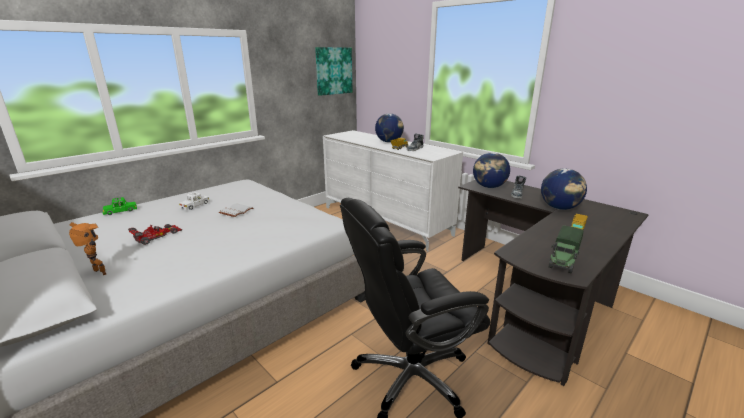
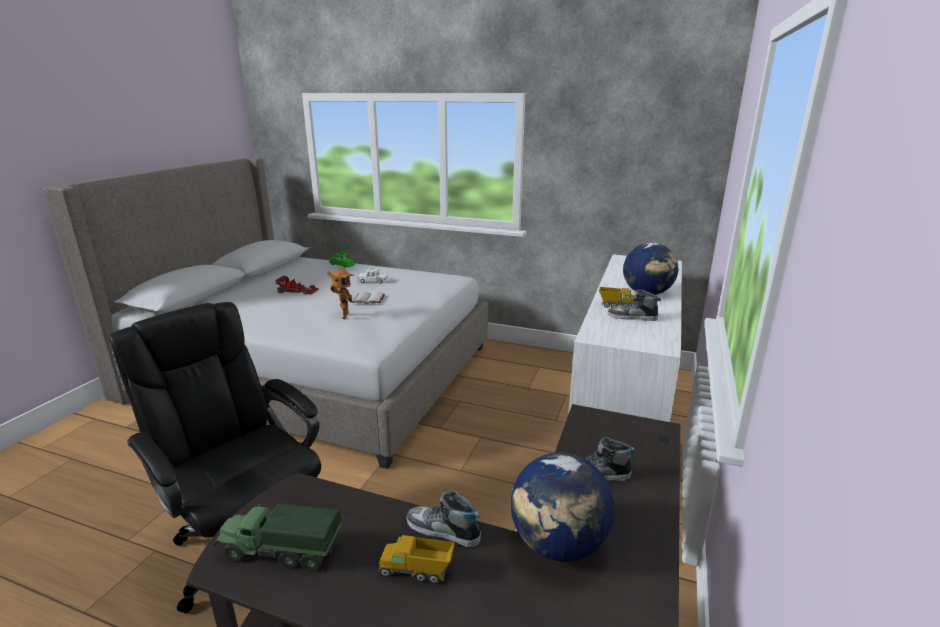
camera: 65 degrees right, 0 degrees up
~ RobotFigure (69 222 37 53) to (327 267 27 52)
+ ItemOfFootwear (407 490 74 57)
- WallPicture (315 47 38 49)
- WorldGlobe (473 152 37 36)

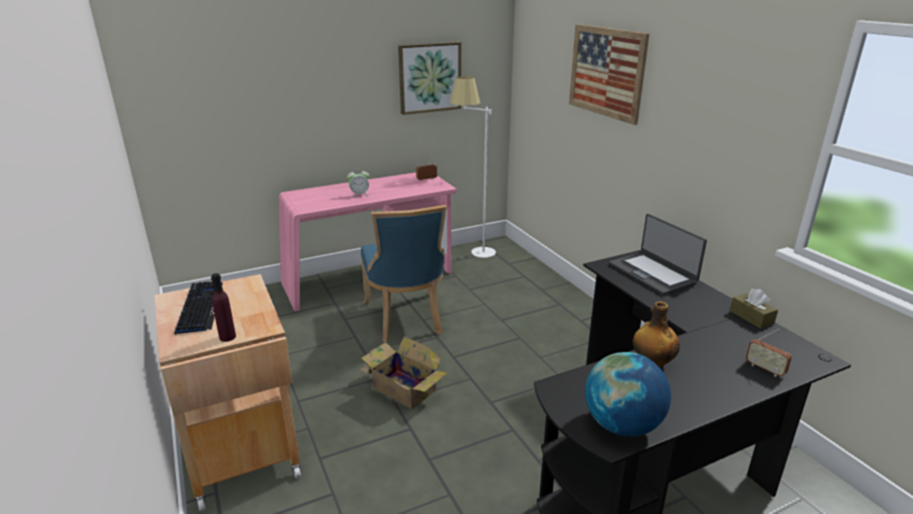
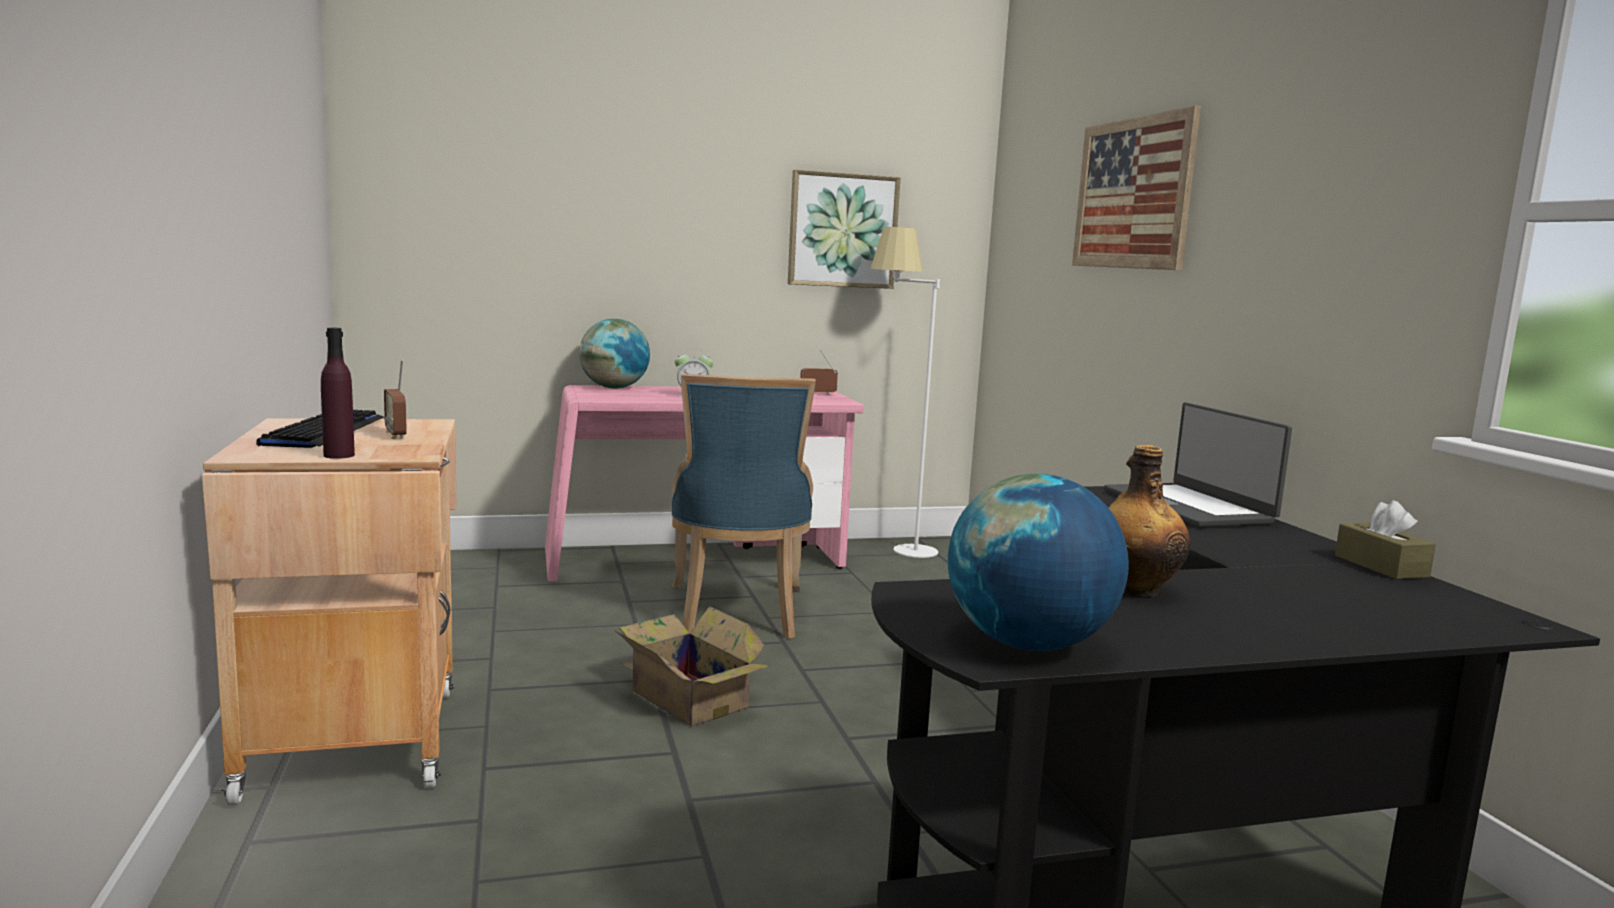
camera: 10 degrees right, 15 degrees down
~ Radio (746 329 46 48) to (384 360 23 79)
+ WorldGlobe (579 319 71 69)

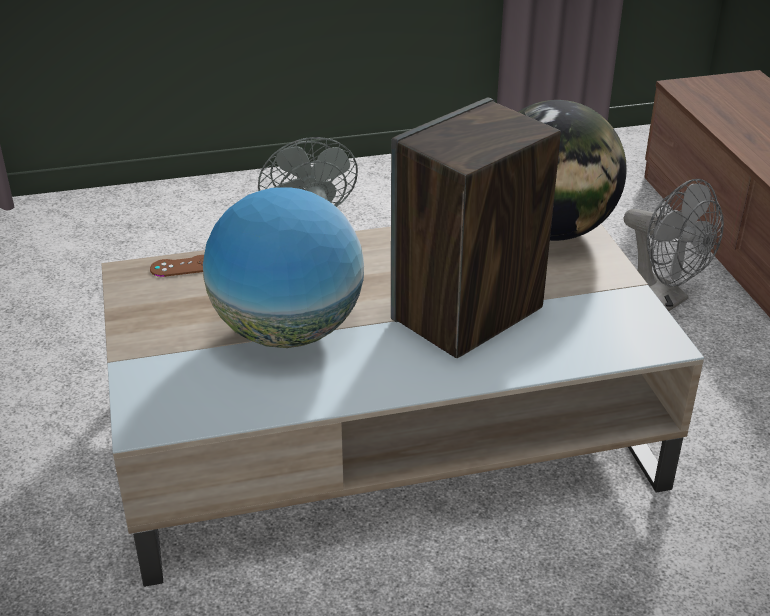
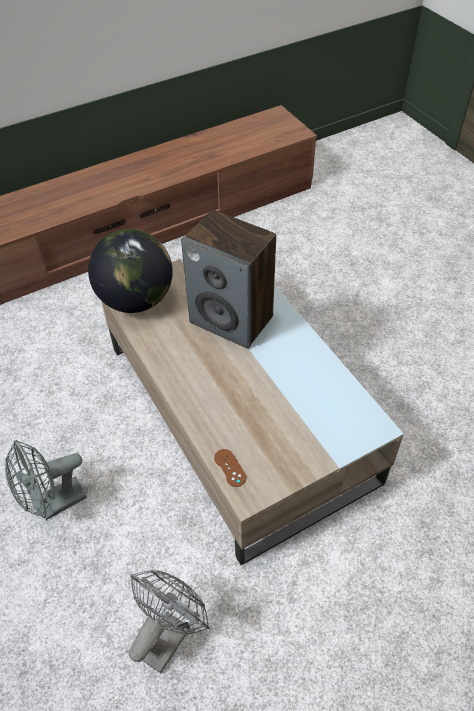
camera: 105 degrees left, 15 degrees up
~ GrayCoolingFan (624 179 100 132) to (129 570 80 103)
- WorldGlobe (203 187 161 161)

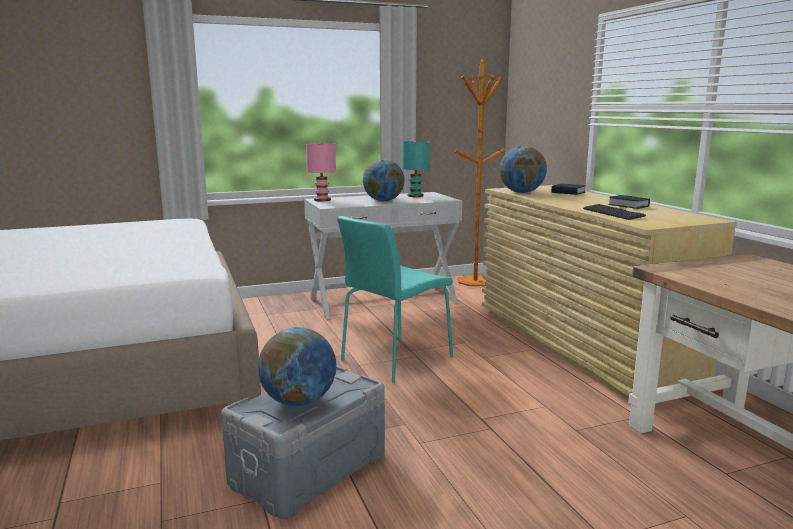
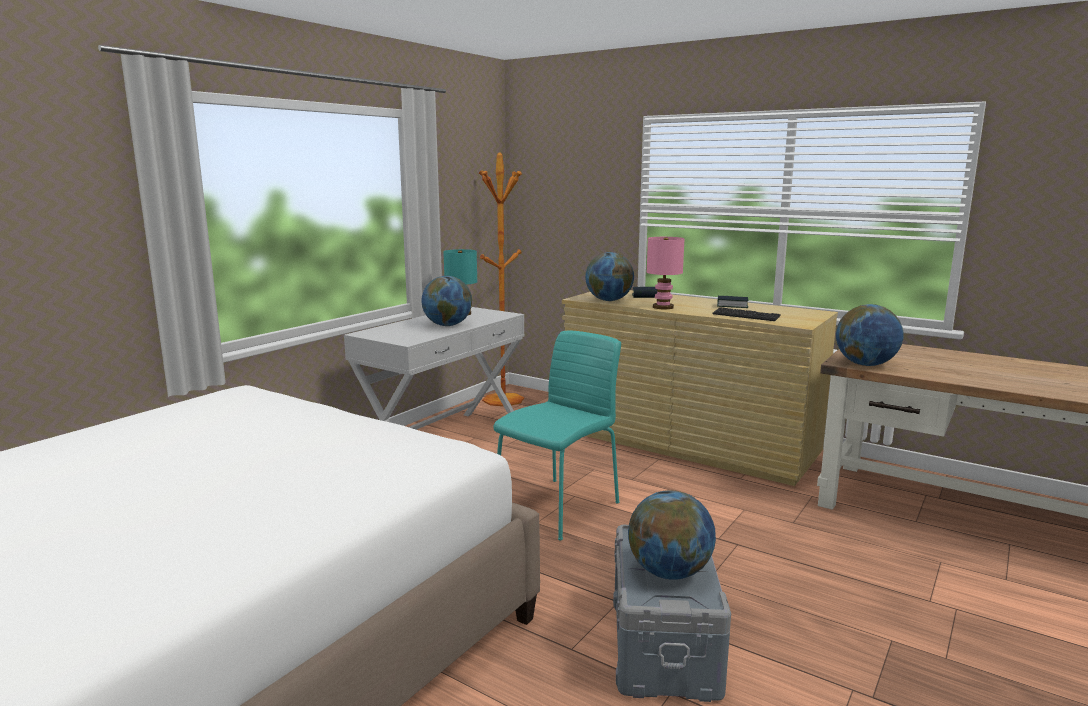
camera: 35 degrees left, 0 degrees up
~ TurquoiseUprightChair (337 216 116 167) = (493 331 128 210) 150 degrees counterclockwise
~ PinkColouredLampForATable (306 143 30 58) to (647 237 38 72)
+ WorldGlobe (836 304 68 62)

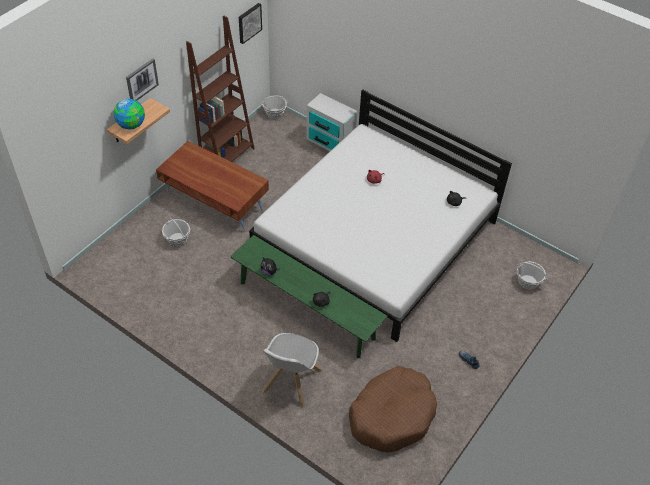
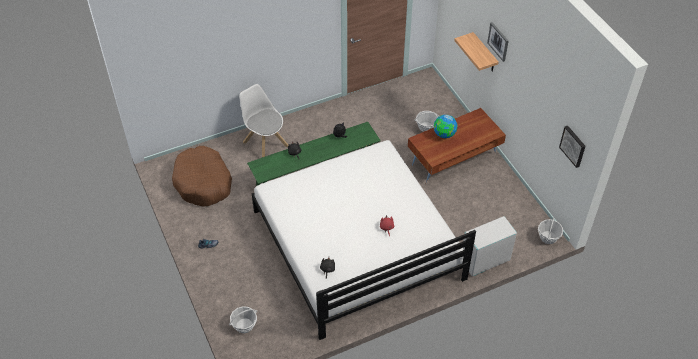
camera: 120 degrees right, 0 degrees up
~ WorldGlobe (113 99 32 30) to (434 115 24 23)
- BrownColouredBookshelf (186 15 69 147)

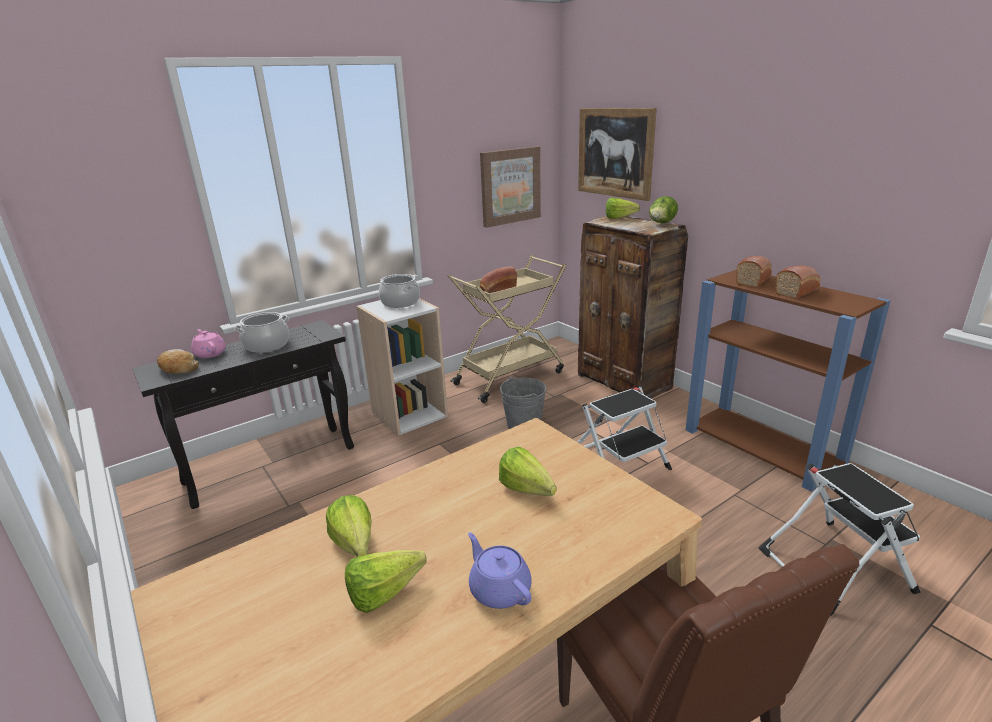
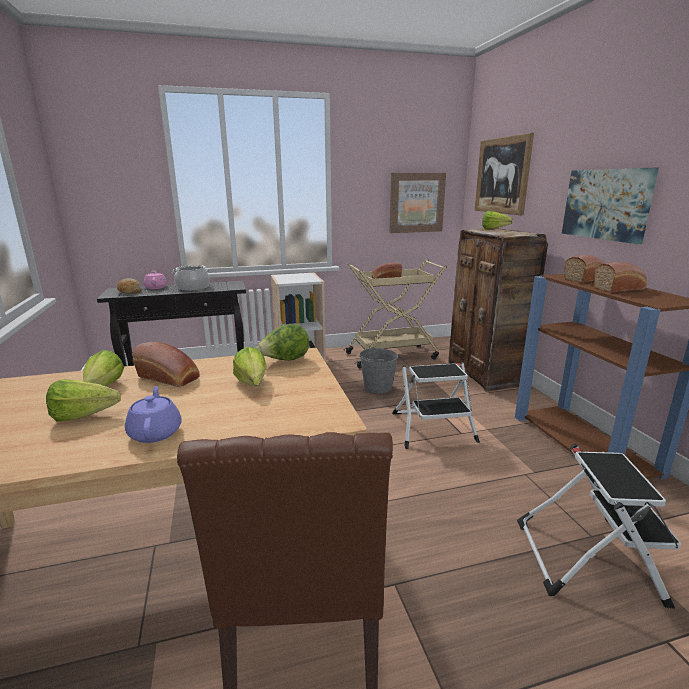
camera: 20 degrees right, 5 degrees down
+ BakedBread (132 342 68 45)
~ LettuceHead (649 196 29 27) to (256 324 53 37)
+ WallPicture (562 168 97 76)
- CookingPot (379 274 41 34)

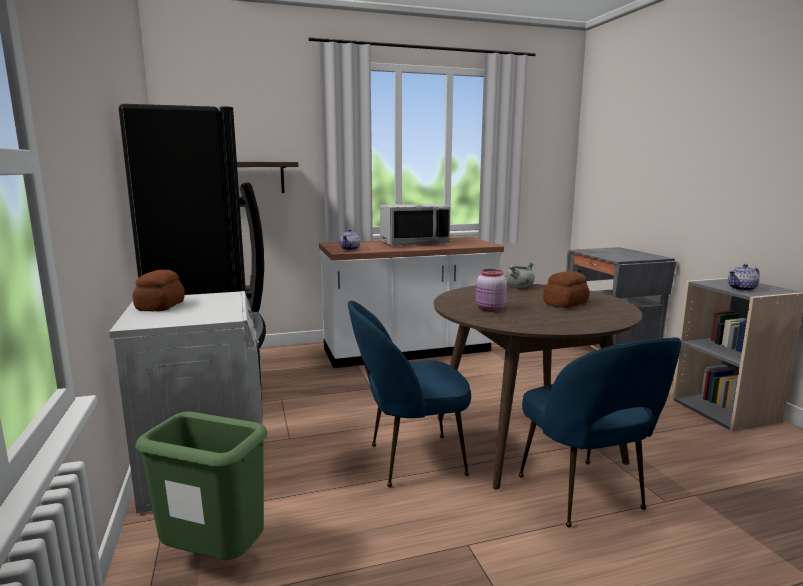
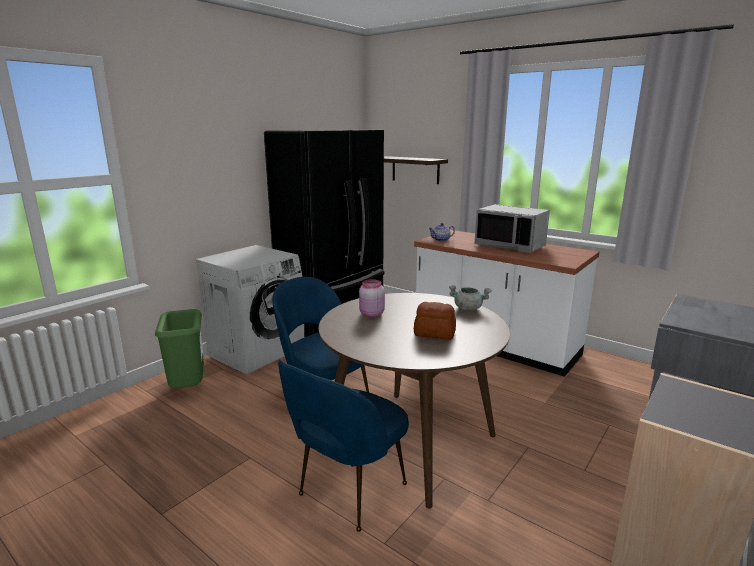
camera: 55 degrees right, 5 degrees up
- BakedBread (133 270 52 41)
- PotForTea (728 264 32 27)

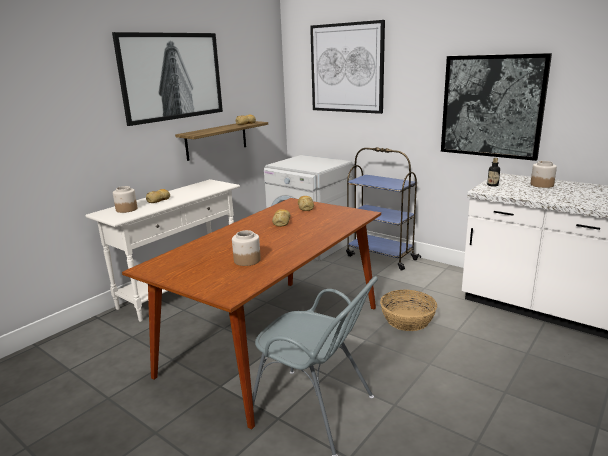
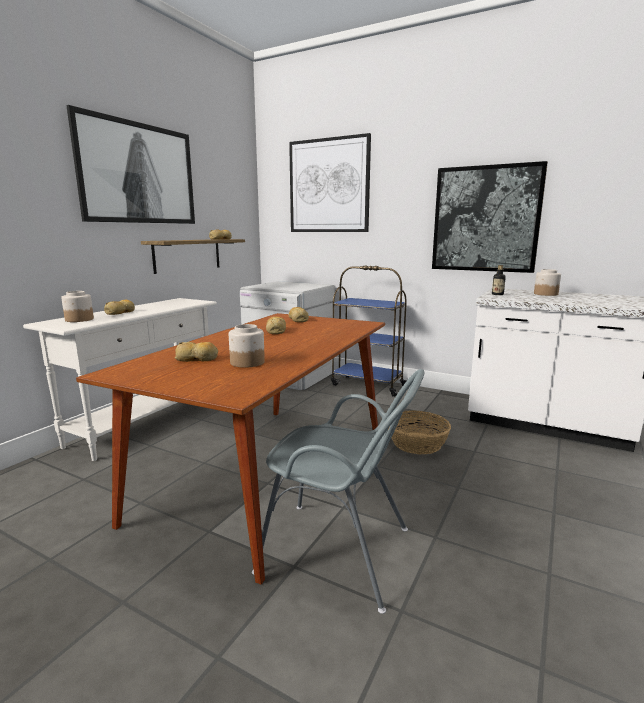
camera: 10 degrees left, 5 degrees down
+ BakedBread (175 342 43 20)

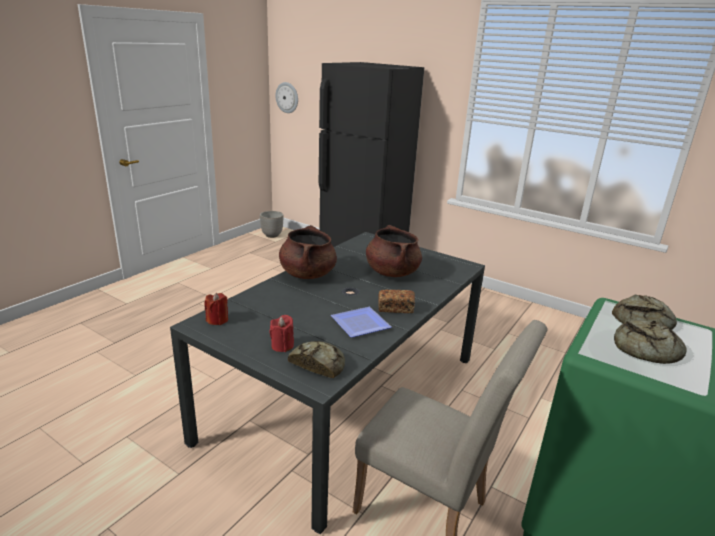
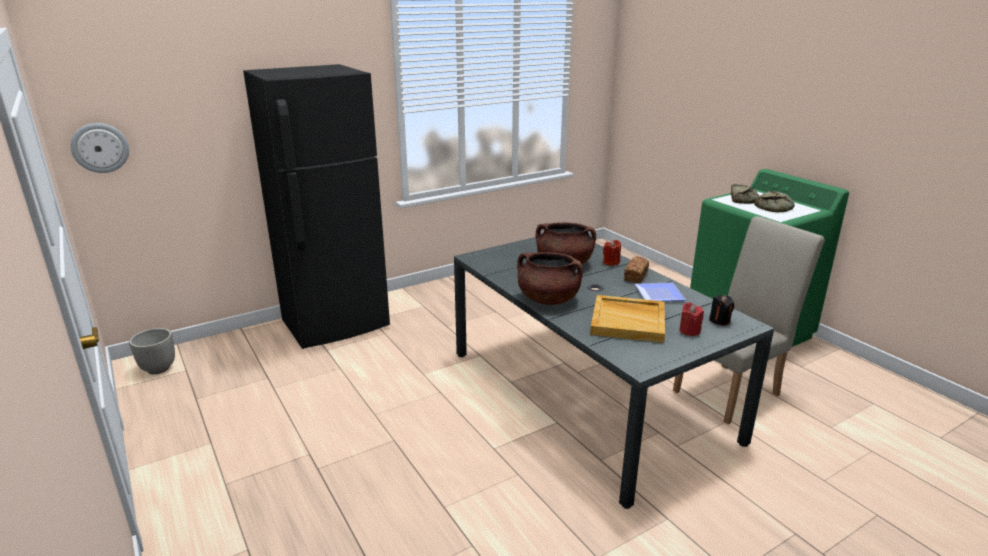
camera: 65 degrees left, 0 degrees up
+ SandColouredCarryingTray (590 295 75 48)
~ RedColouredWaxLight (204 293 24 32) to (603 240 18 26)
~ BakedBread (288 341 57 37) to BlackWaxLight (709 295 25 30)

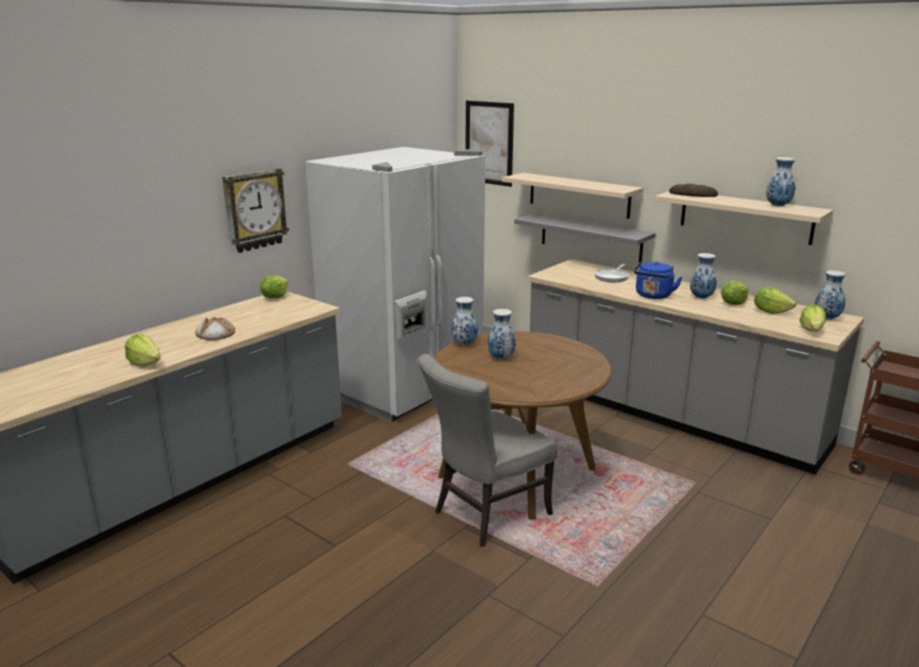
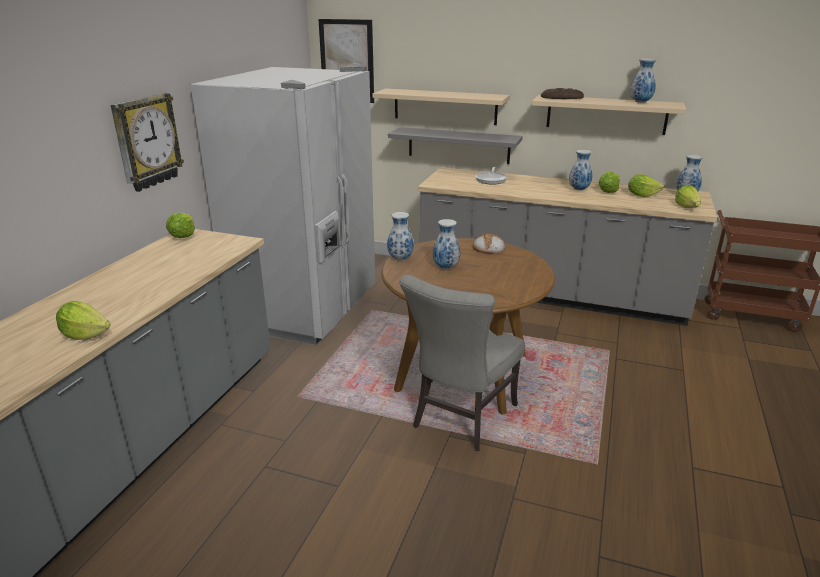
camera: 20 degrees left, 5 degrees up
~ BakedBread (195 317 40 23) to (473 233 32 21)
- BlueColouredKettle (634 261 48 38)

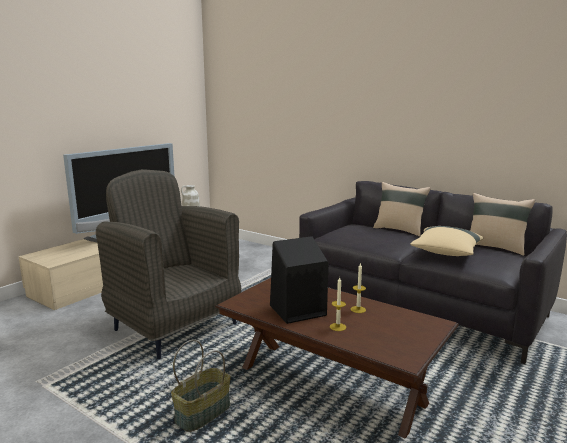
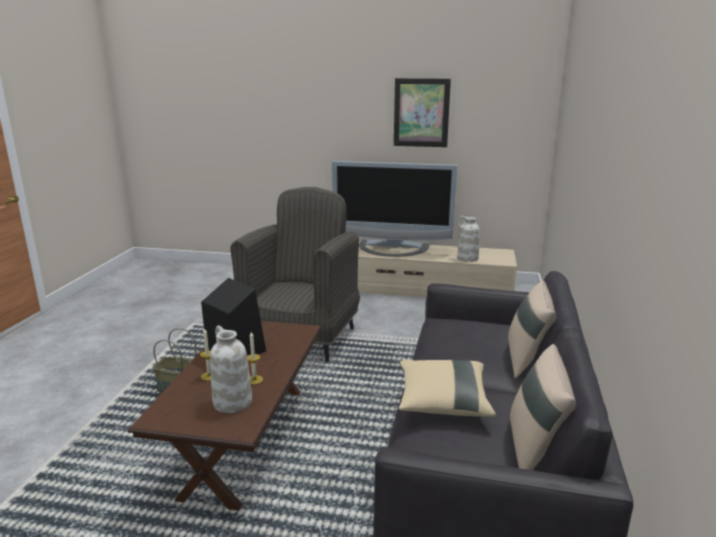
camera: 65 degrees right, 5 degrees up
+ WhiteColouredVase (210 325 42 88)
+ WallPicture (394 78 57 69)

